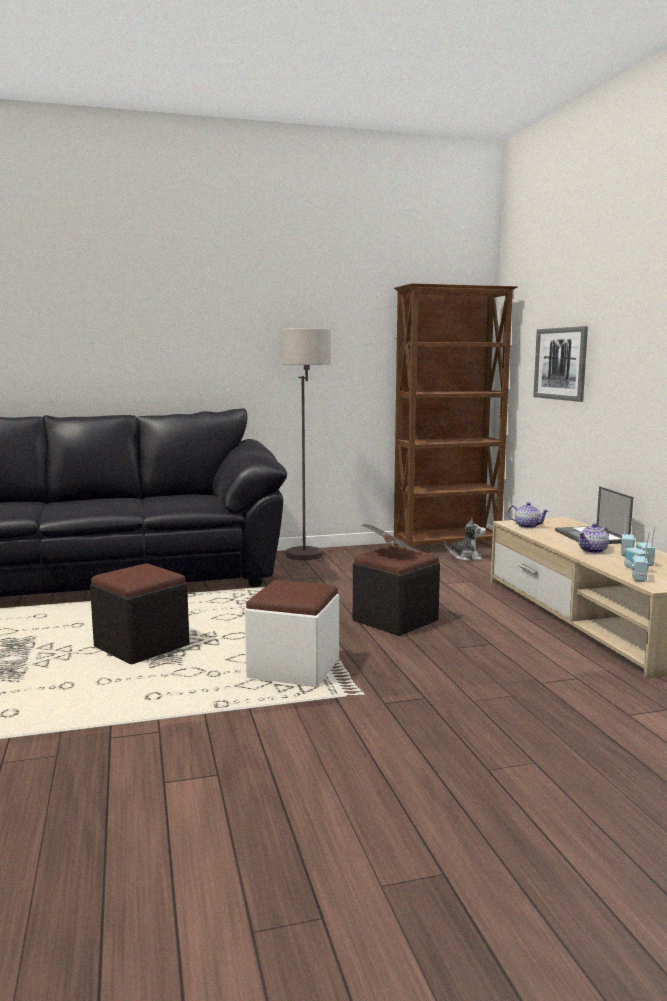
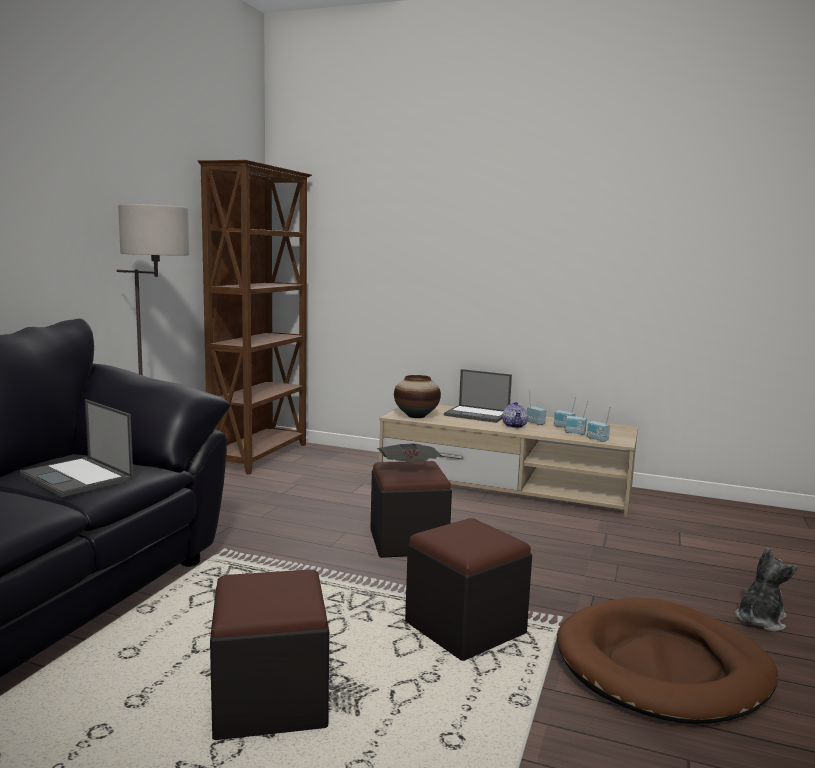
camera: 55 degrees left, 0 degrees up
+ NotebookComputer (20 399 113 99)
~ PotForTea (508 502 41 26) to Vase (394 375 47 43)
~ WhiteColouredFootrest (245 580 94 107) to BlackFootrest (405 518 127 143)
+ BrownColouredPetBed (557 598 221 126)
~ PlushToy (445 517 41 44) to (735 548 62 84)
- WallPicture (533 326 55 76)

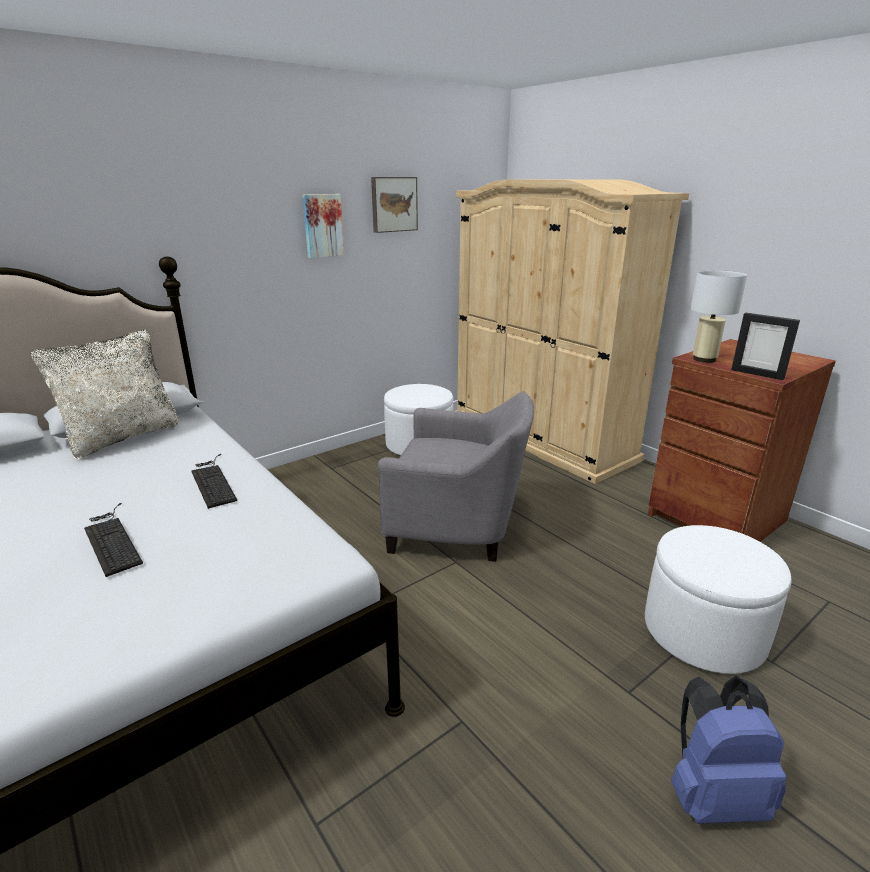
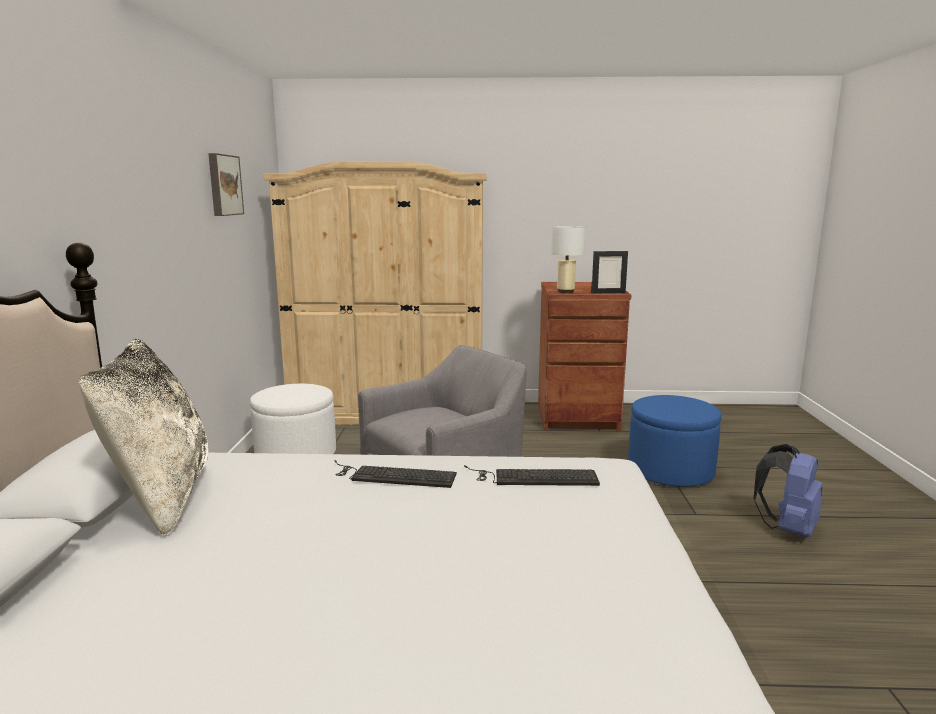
camera: 50 degrees left, 10 degrees down
~ Keyboard (84 503 59 74) to (464 465 136 21)
~ WhiteColouredFootrest (645 525 147 149) to BlueColouredFootrest (628 395 94 92)
- WallPicture (302 194 42 64)

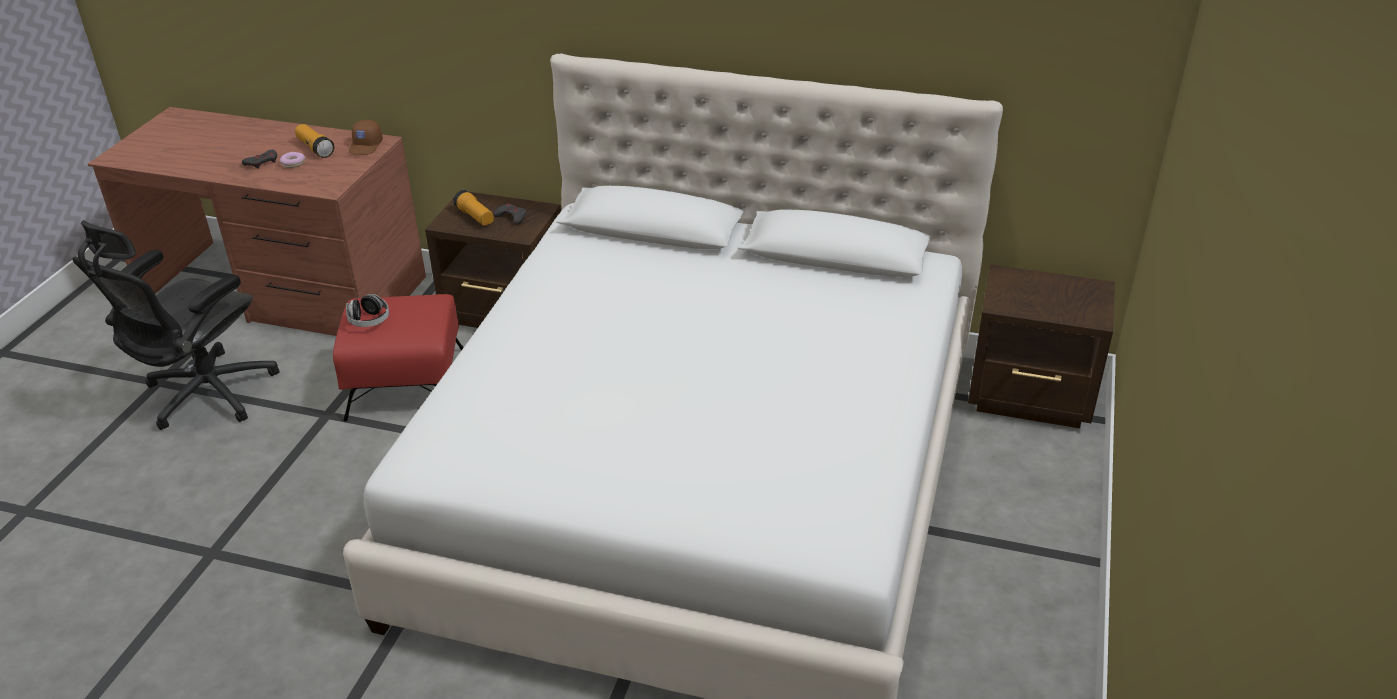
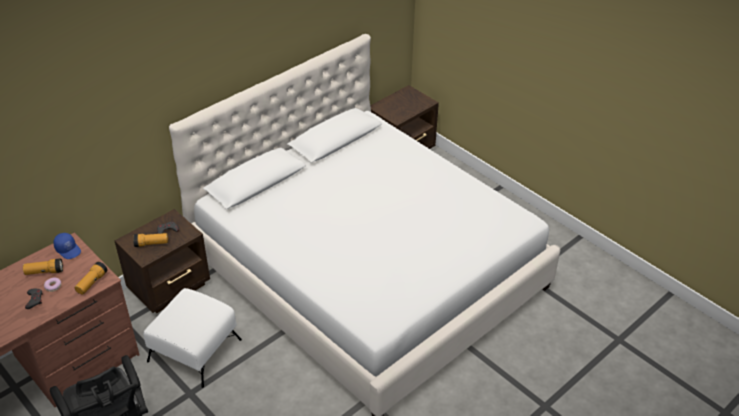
camera: 60 degrees left, 5 degrees up
~ BrownColouredCap (349 120 34 35) to BlueColouredCap (53 233 28 26)
+ Flashlight (75 262 33 33)
~ RedColouredFootrest (333 294 131 128) to WhiteColouredFootrest (143 288 99 100)
- PairOfHeadphones (346 294 43 33)

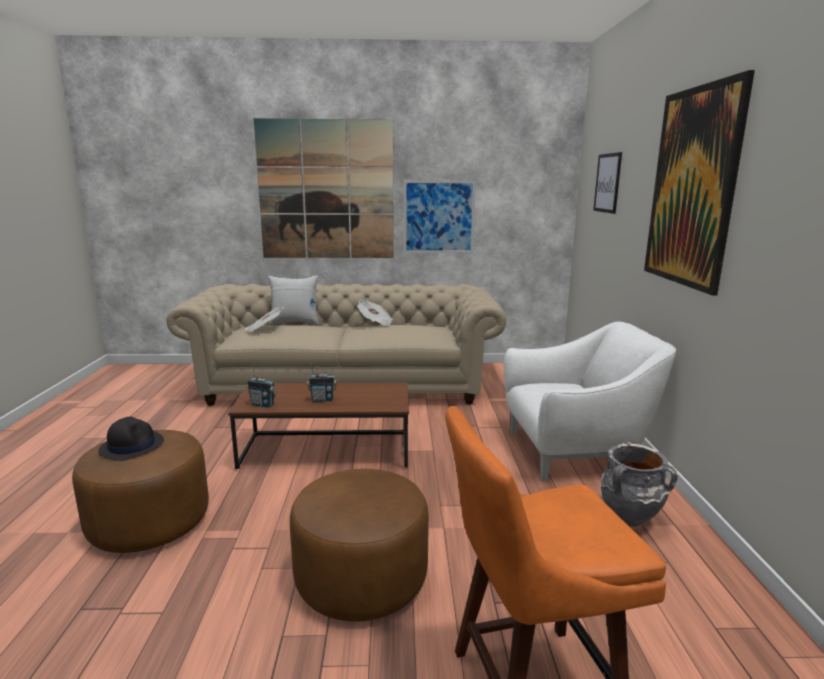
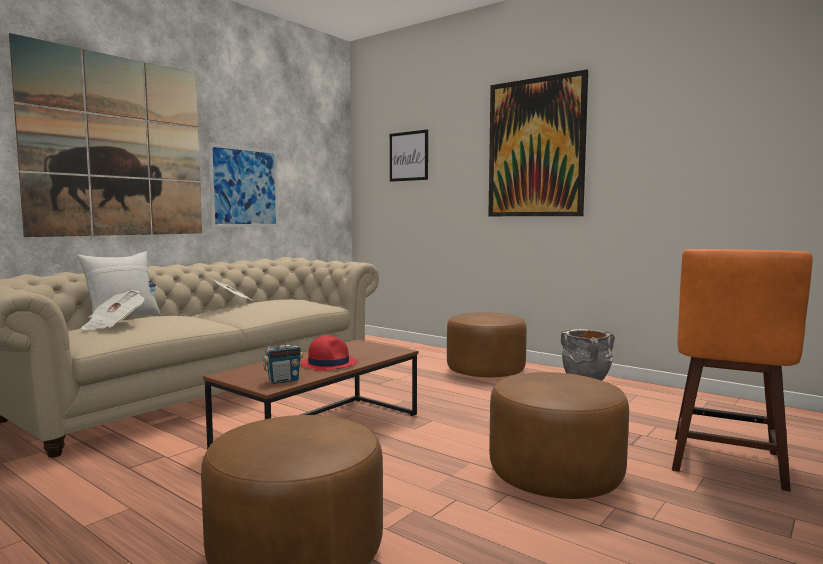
camera: 50 degrees left, 10 degrees down
~ Radio (307 363 30 39) to RedColouredWearableHat (300 335 57 36)
~ WhiteColouredEasyChair (504 322 172 159) to BrownColouredFootrest (447 312 80 66)
- BlackWearableHat (98 417 66 44)

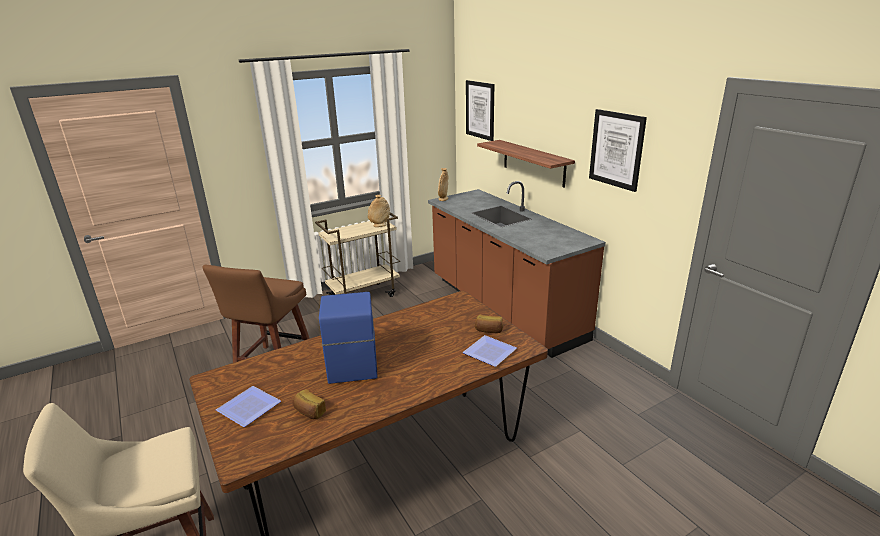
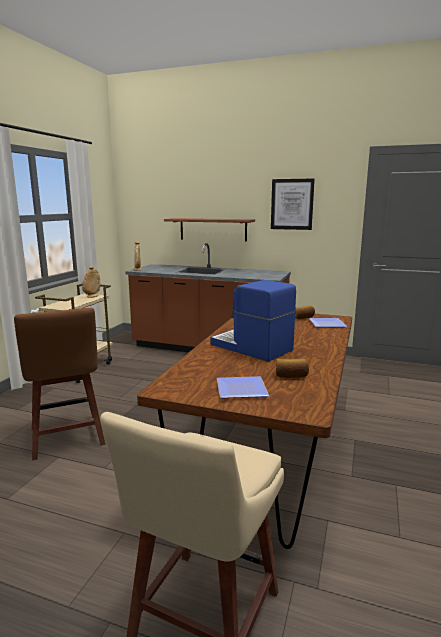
camera: 40 degrees left, 10 degrees down
- WallPicture (466 80 28 61)

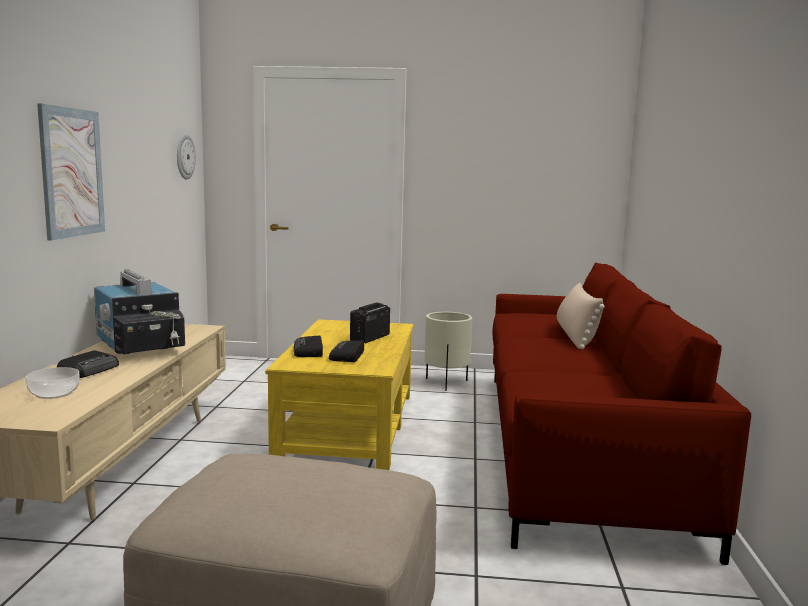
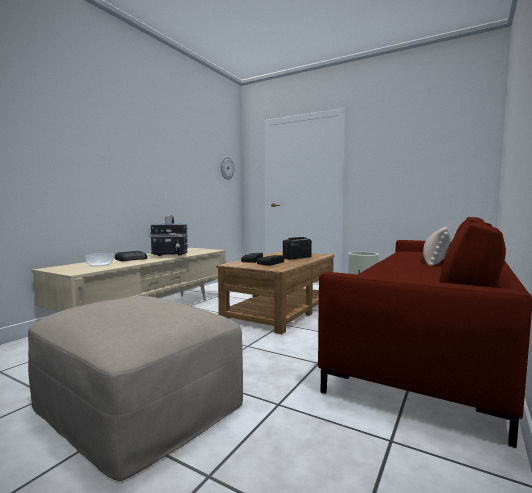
camera: 25 degrees right, 5 degrees down
~ YellowishLowTable (265 319 148 151) to BrownColouredLowTable (216 251 118 83)
- WallPicture (37 103 68 137)

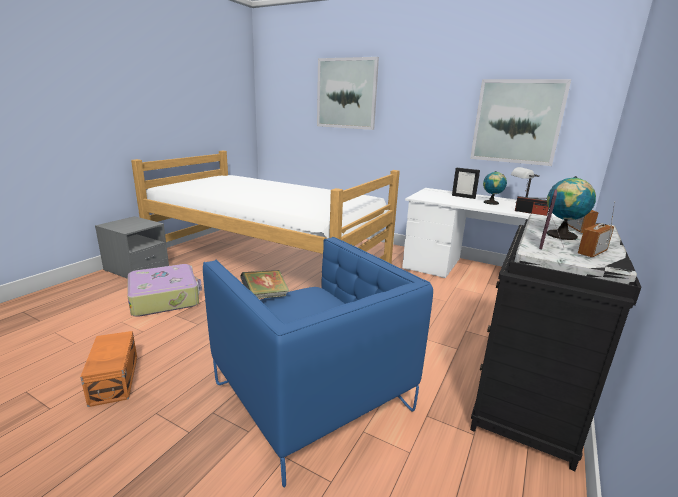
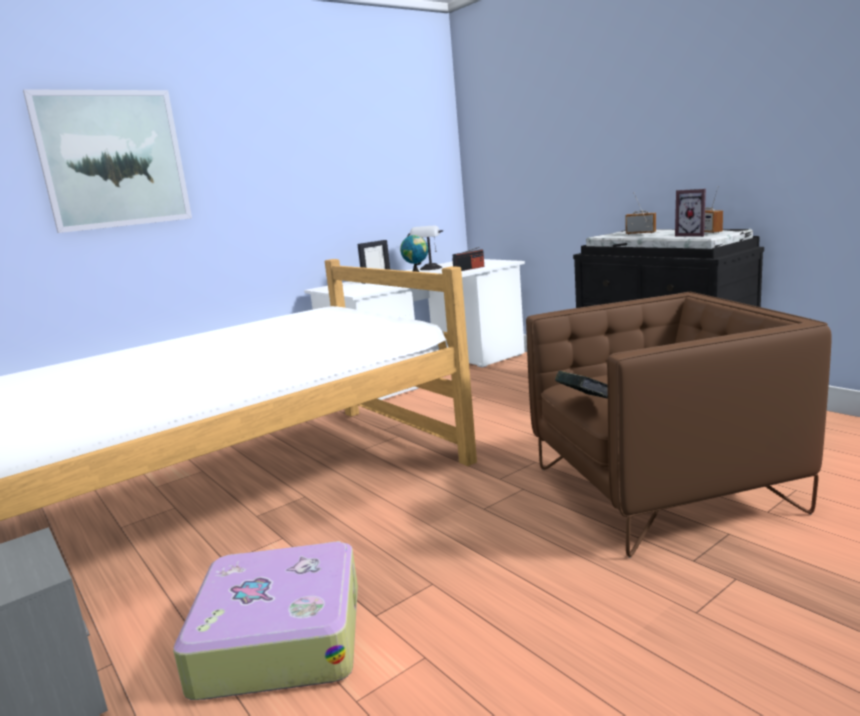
camera: 65 degrees left, 5 degrees down
~ BlueColouredEasyChair (203 237 230 251) to BrownColouredEasyChair (526 292 306 266)
- OrangeyStorageBin (80 331 57 76)
- WallPicture (470 79 101 87)
- WorldGlobe (547 176 49 64)

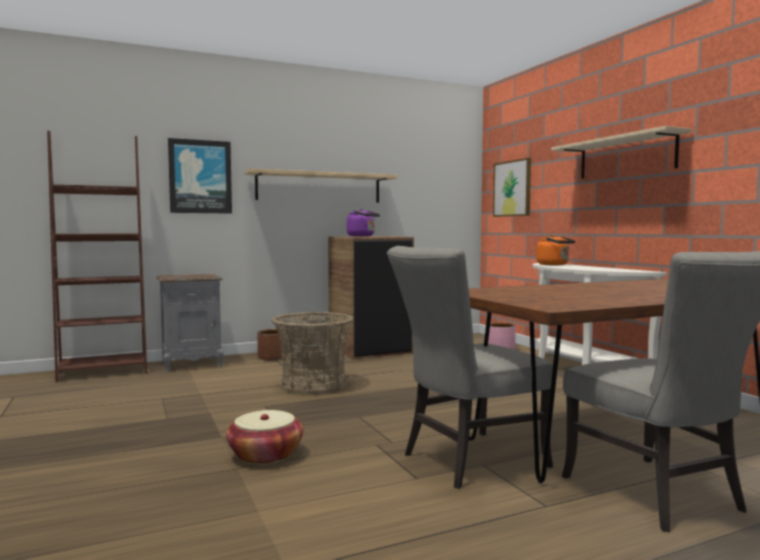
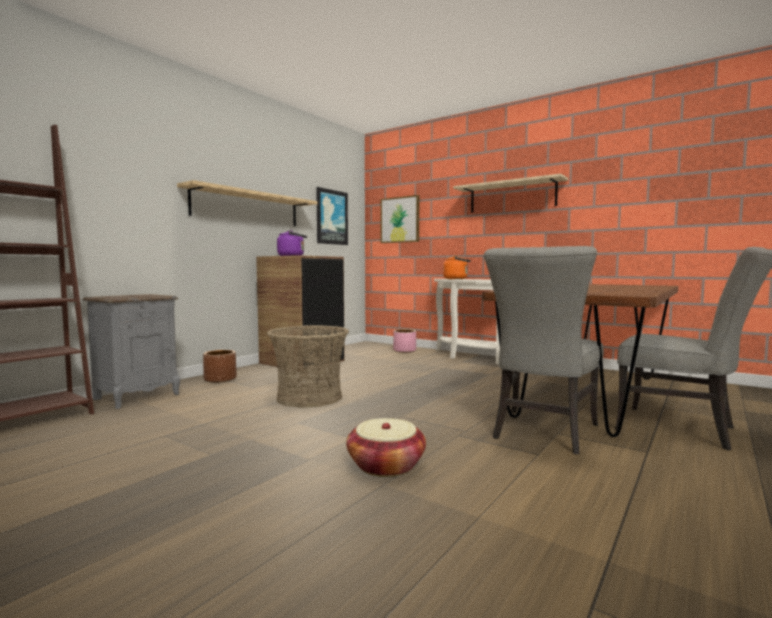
camera: 30 degrees left, 0 degrees up
~ WallPicture (168 138 64 76) to (316 187 32 58)

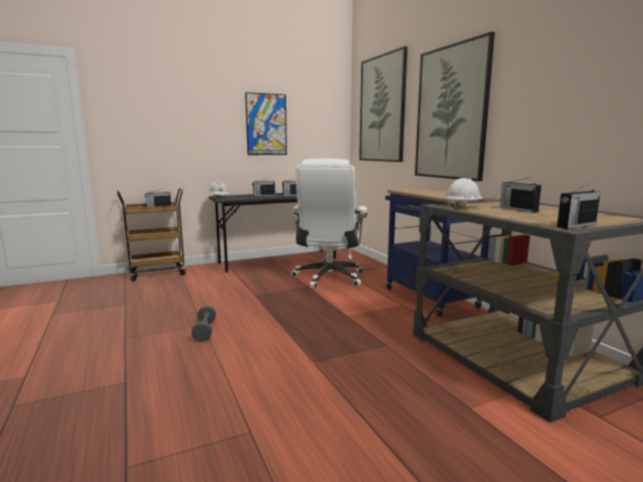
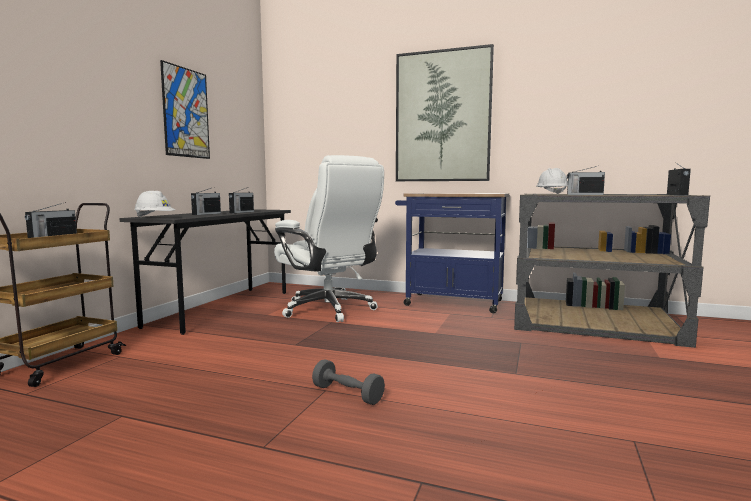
camera: 45 degrees left, 5 degrees down
- WallPicture (359 46 49 116)

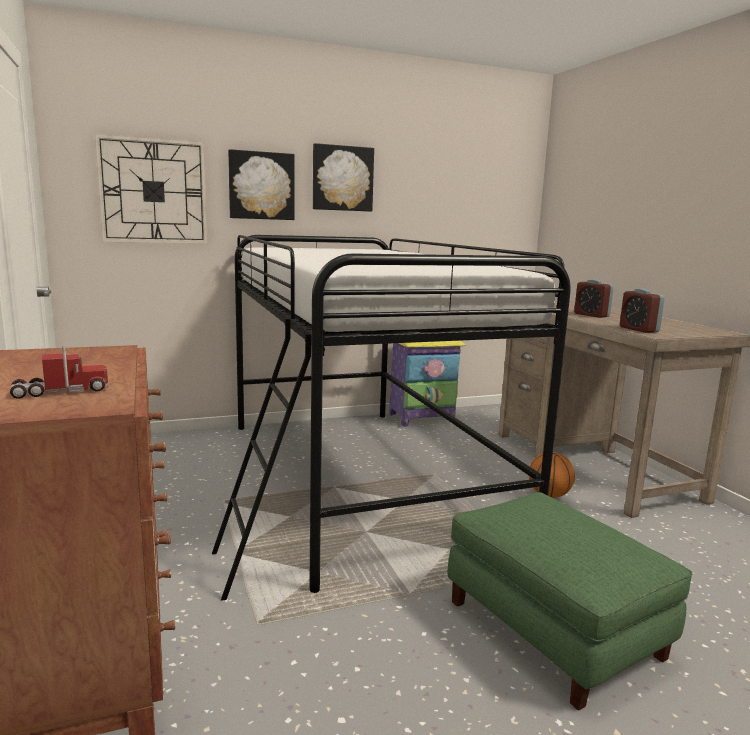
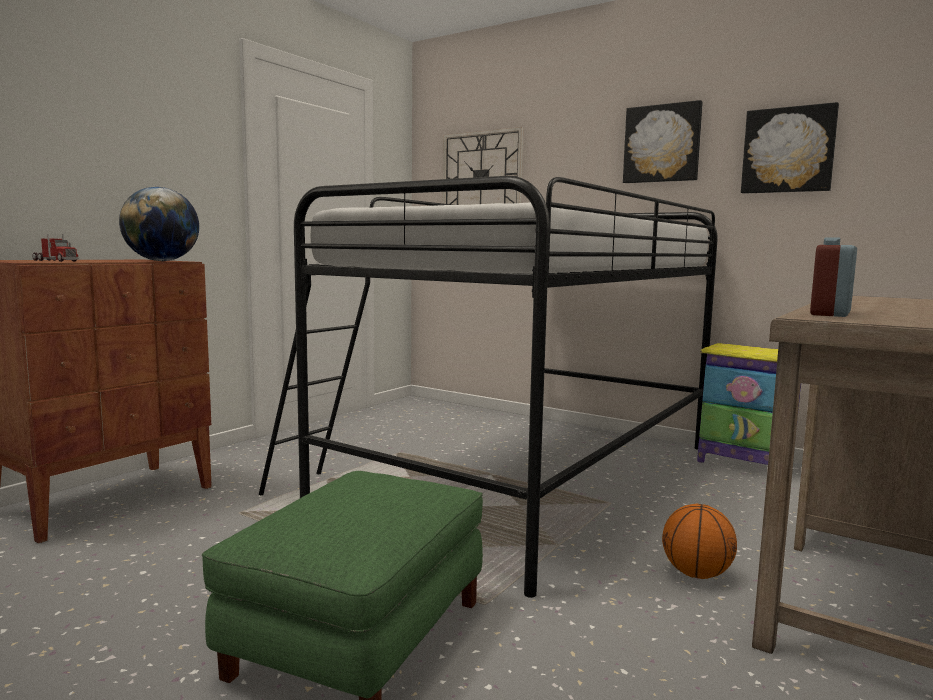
camera: 55 degrees right, 5 degrees down
+ WorldGlobe (119 187 80 74)
~ WallPicture (228 149 67 71) to (741 102 98 92)
- BedsideClock (574 279 40 39)

